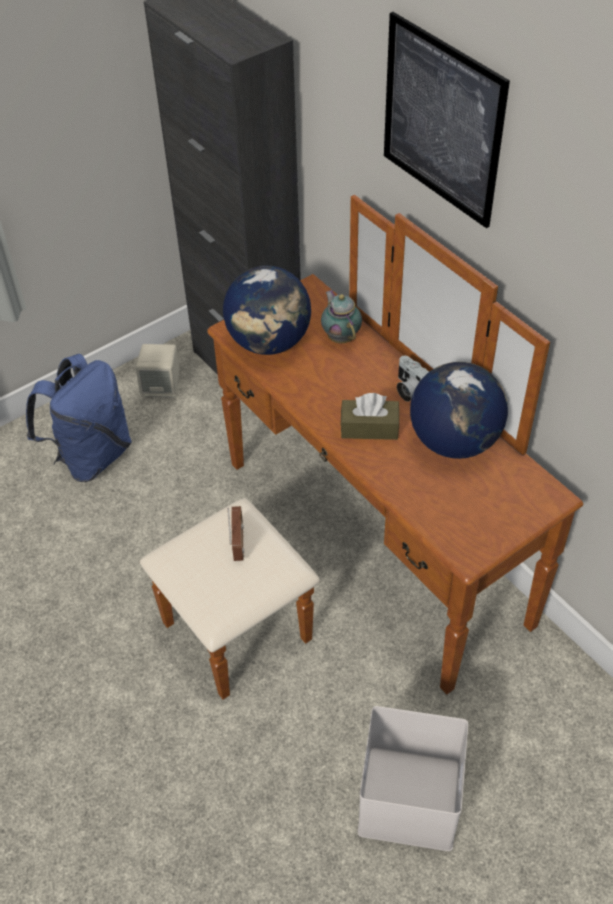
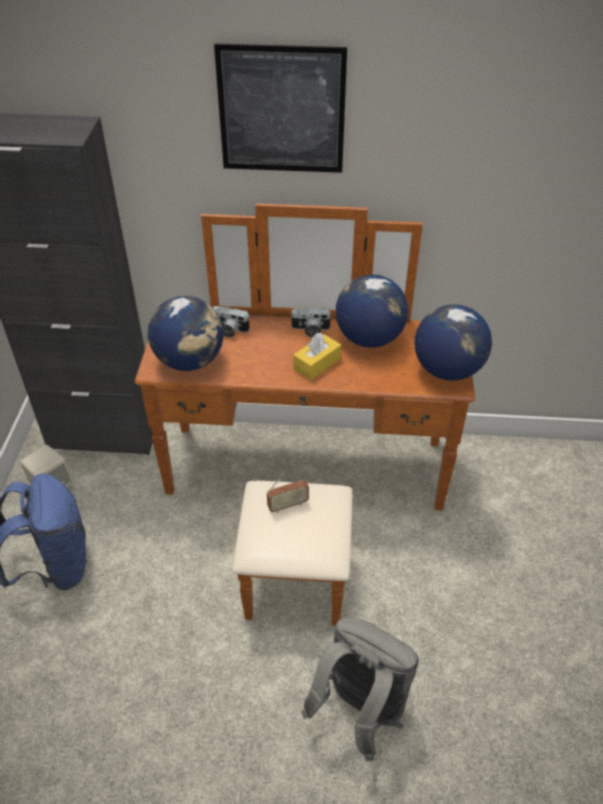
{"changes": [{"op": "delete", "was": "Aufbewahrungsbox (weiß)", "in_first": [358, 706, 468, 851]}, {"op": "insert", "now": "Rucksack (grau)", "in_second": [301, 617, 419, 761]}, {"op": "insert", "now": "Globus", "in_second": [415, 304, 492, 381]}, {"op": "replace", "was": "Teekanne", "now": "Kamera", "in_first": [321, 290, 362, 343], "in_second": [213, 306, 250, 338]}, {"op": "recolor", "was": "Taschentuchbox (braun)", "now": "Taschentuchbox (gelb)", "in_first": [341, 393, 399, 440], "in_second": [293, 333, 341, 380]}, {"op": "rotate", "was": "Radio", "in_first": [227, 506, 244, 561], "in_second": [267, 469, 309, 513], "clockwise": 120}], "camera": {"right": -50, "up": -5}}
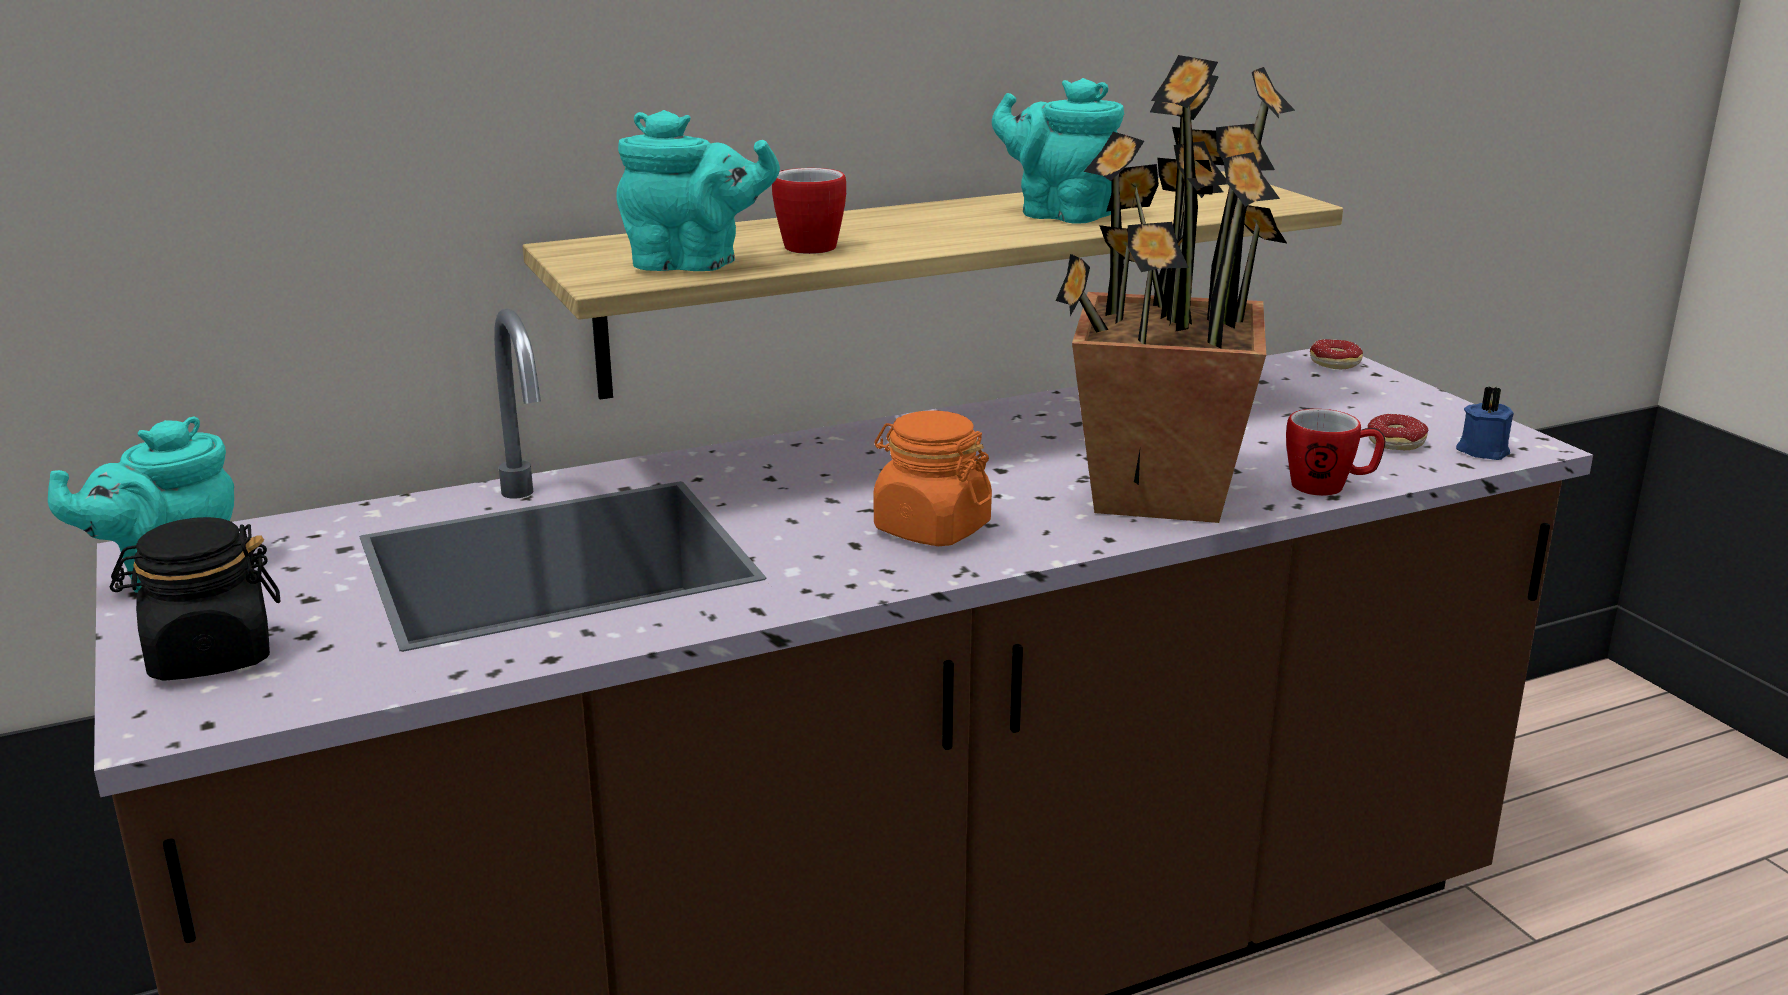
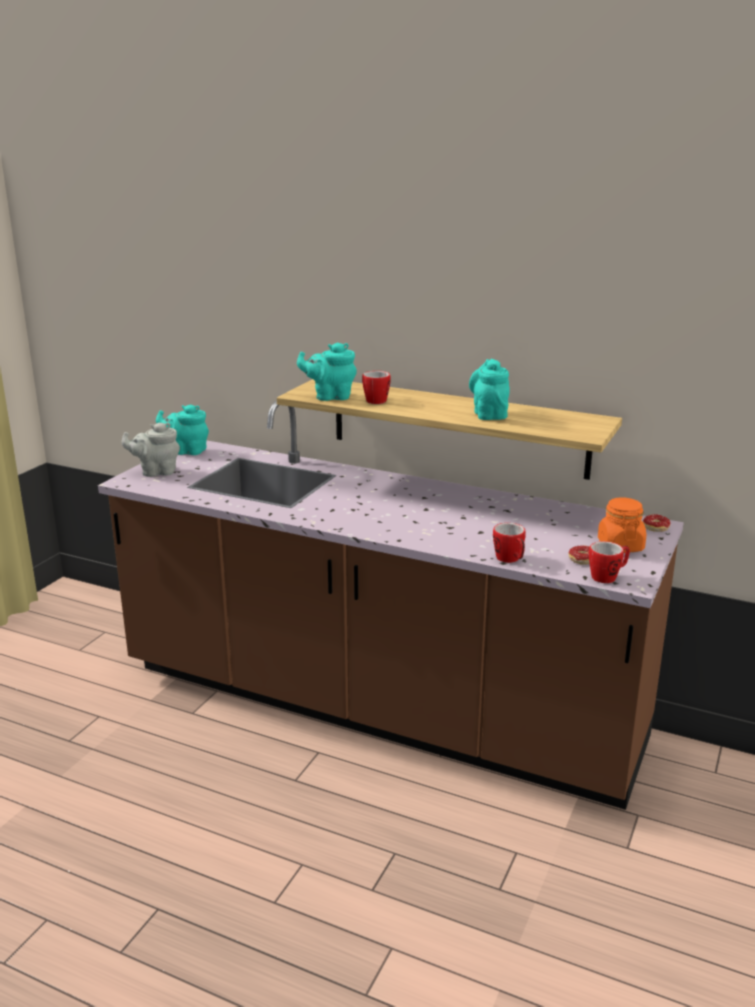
{"changes": [{"op": "delete", "was": "Topfpflanze", "in_first": [1055, 55, 1295, 523]}, {"op": "move", "was": "Vorratsglas (orange)", "in_first": [873, 411, 992, 546], "in_second": [598, 497, 646, 553]}, {"op": "replace", "was": "Vorratsglas (schwarz)", "now": "Teekanne (grau)", "in_first": [109, 517, 280, 681], "in_second": [121, 422, 180, 477]}, {"op": "replace", "was": "Kerze (blau)", "now": "Henkelbecher", "in_first": [1456, 387, 1514, 460], "in_second": [589, 541, 630, 583]}, {"op": "rotate", "was": "Teekanne (türkis)", "in_first": [616, 110, 780, 271], "in_second": [297, 342, 357, 401], "clockwise": 120}], "camera": {"right": 50, "up": 0}}
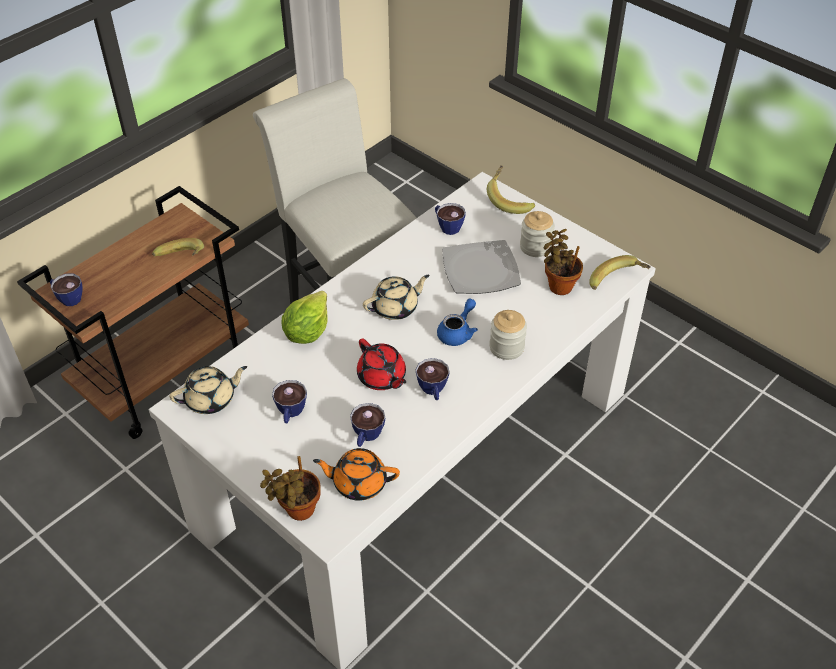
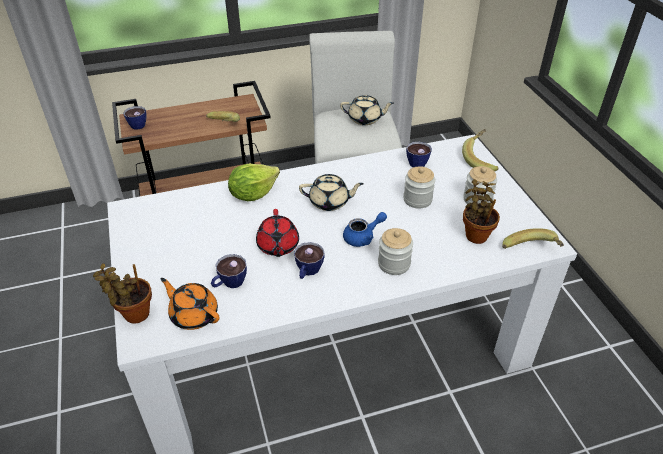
{"changes": [{"op": "delete", "was": "Tasse", "in_first": [272, 380, 307, 423]}, {"op": "move", "was": "Teekanne (beige)", "in_first": [170, 366, 247, 414], "in_second": [340, 95, 394, 125]}, {"op": "replace", "was": "Teller", "now": "Vorratsglas", "in_first": [442, 240, 521, 294], "in_second": [403, 166, 435, 209]}], "camera": {"right": 30, "up": -5}}
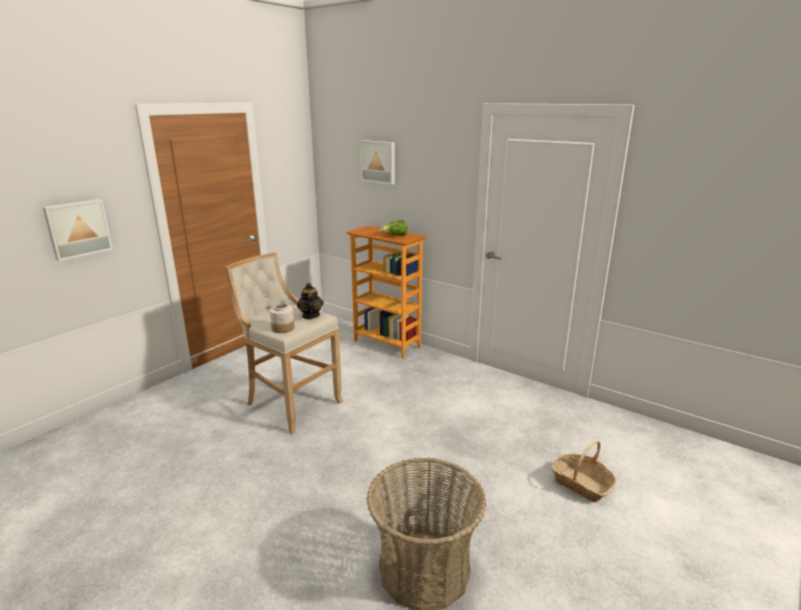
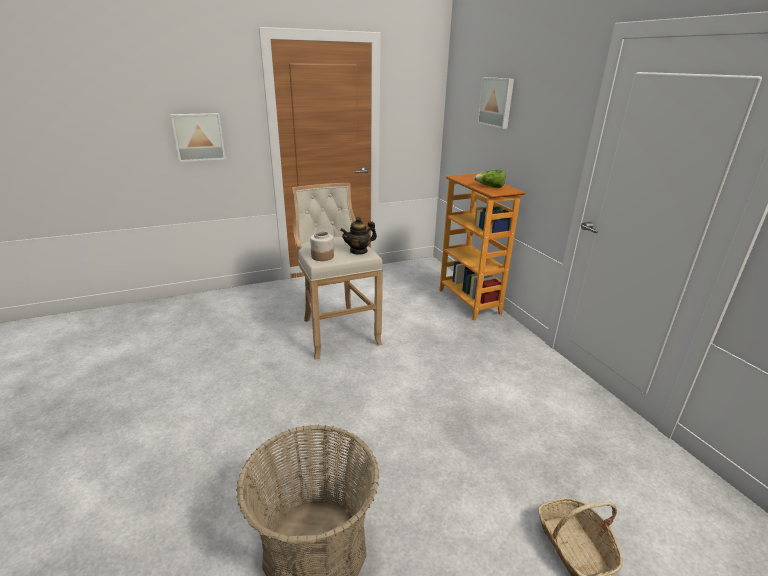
{"changes": [{"op": "rotate", "was": "Teekanne", "in_first": [297, 283, 324, 319], "in_second": [340, 217, 377, 255], "clockwise": -135}], "camera": {"right": 30, "up": 5}}
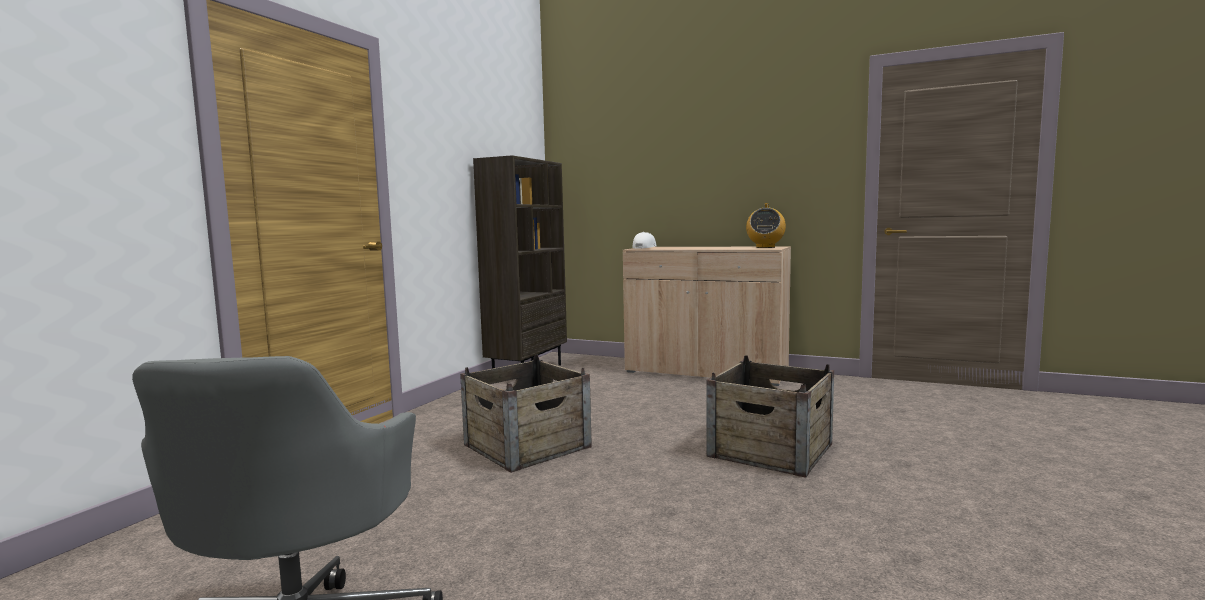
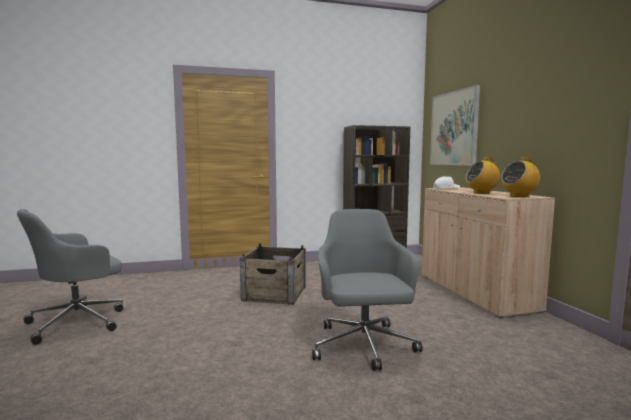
{"changes": [{"op": "insert", "now": "Bild", "in_second": [430, 85, 480, 165]}, {"op": "insert", "now": "Radio", "in_second": [466, 157, 500, 194]}, {"op": "replace", "was": "Kiste", "now": "Bürostuhl (grau)", "in_first": [707, 355, 834, 478], "in_second": [312, 209, 423, 371]}], "camera": {"right": 50, "up": 0}}
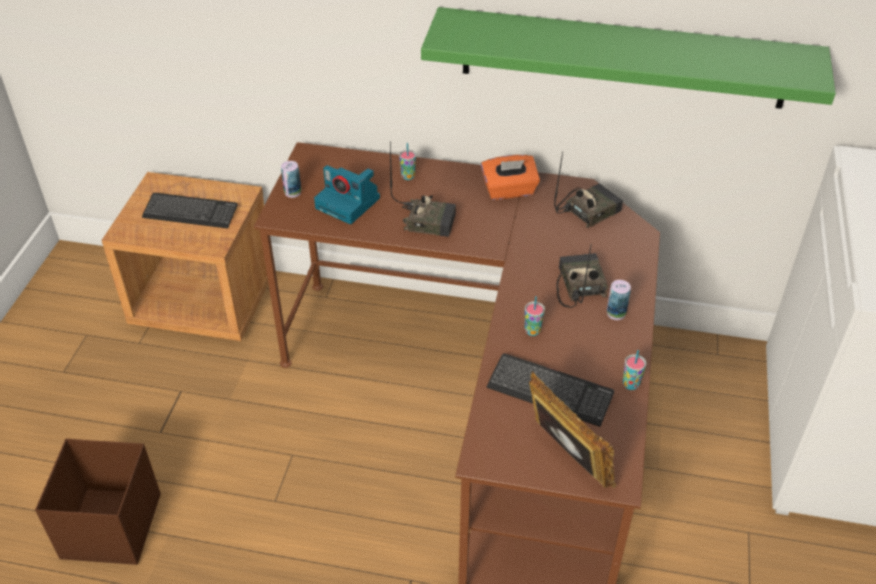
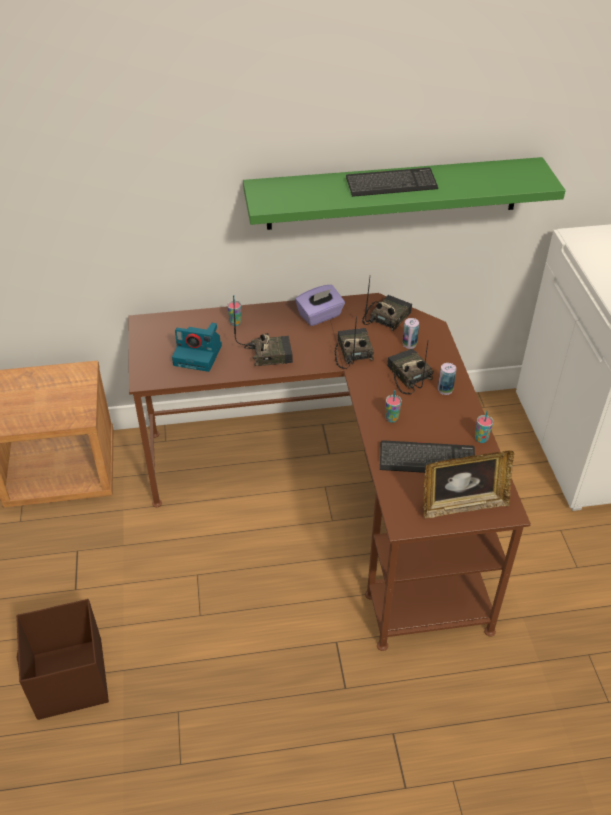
{"changes": [{"op": "insert", "now": "Radio", "in_second": [335, 316, 374, 369]}, {"op": "move", "was": "Tastatur", "in_first": [142, 193, 238, 229], "in_second": [346, 168, 438, 197]}, {"op": "move", "was": "Dose", "in_first": [281, 161, 301, 198], "in_second": [402, 318, 419, 349]}, {"op": "recolor", "was": "Taschentuchbox (orange)", "now": "Taschentuchbox (lila)", "in_first": [481, 155, 540, 200], "in_second": [295, 285, 345, 326]}, {"op": "rotate", "was": "Bilderrahmen", "in_first": [529, 371, 616, 488], "in_second": [423, 451, 514, 519], "clockwise": 135}], "camera": {"right": -20, "up": 0}}
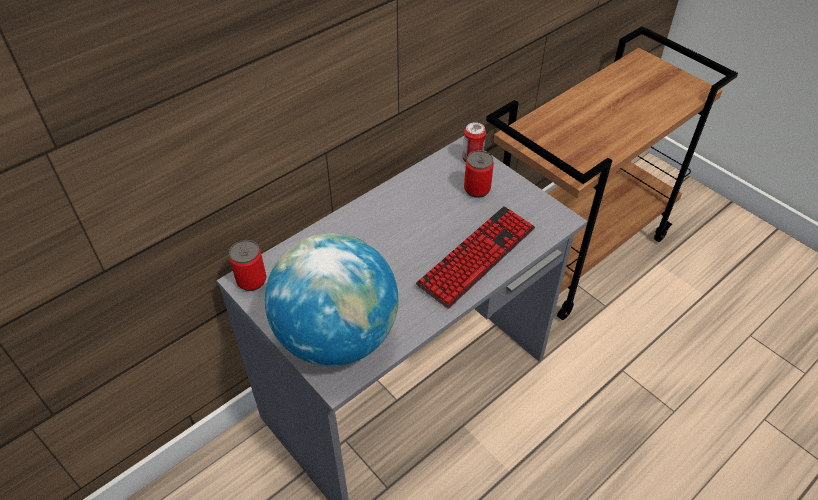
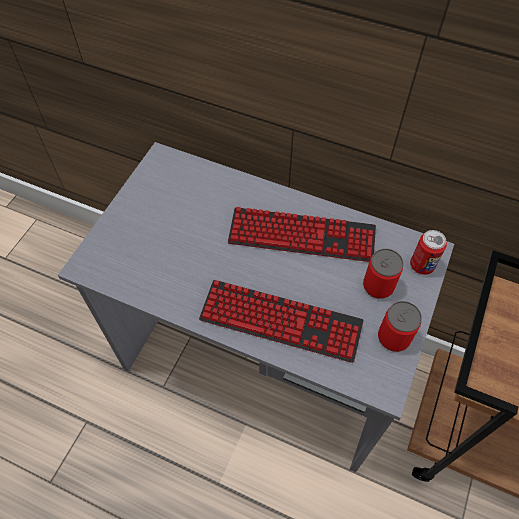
{"changes": [{"op": "delete", "was": "Globus", "in_first": [265, 233, 398, 366]}, {"op": "insert", "now": "Tastatur", "in_second": [228, 207, 376, 262]}, {"op": "move", "was": "Dose", "in_first": [229, 240, 266, 291], "in_second": [378, 301, 422, 352]}], "camera": {"right": 65, "up": 10}}
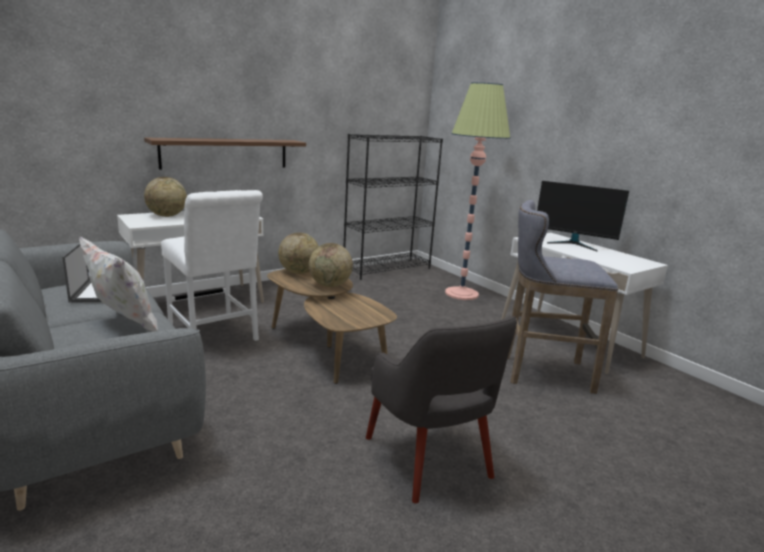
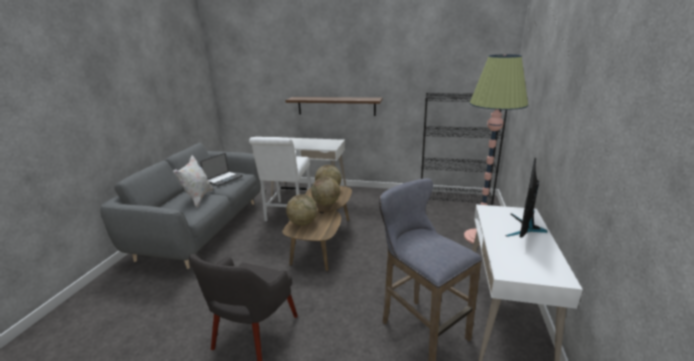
{"changes": [{"op": "move", "was": "Globus", "in_first": [144, 177, 187, 217], "in_second": [286, 194, 317, 226]}, {"op": "rotate", "was": "Monitor", "in_first": [537, 181, 629, 251], "in_second": [505, 158, 547, 238], "clockwise": 45}], "camera": {"right": 50, "up": 5}}
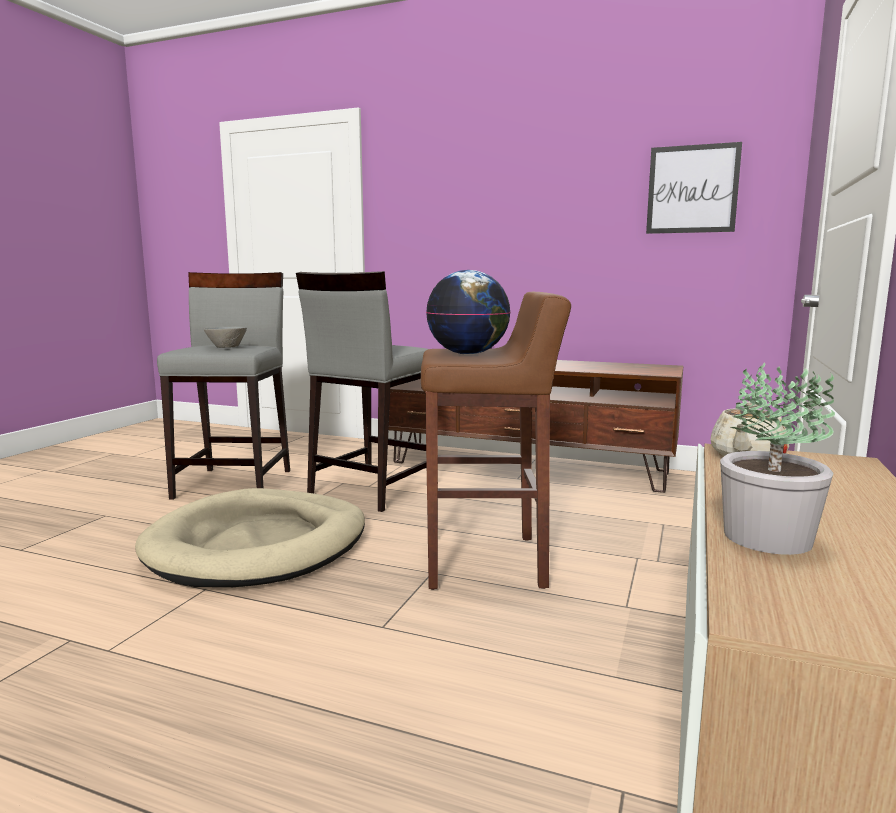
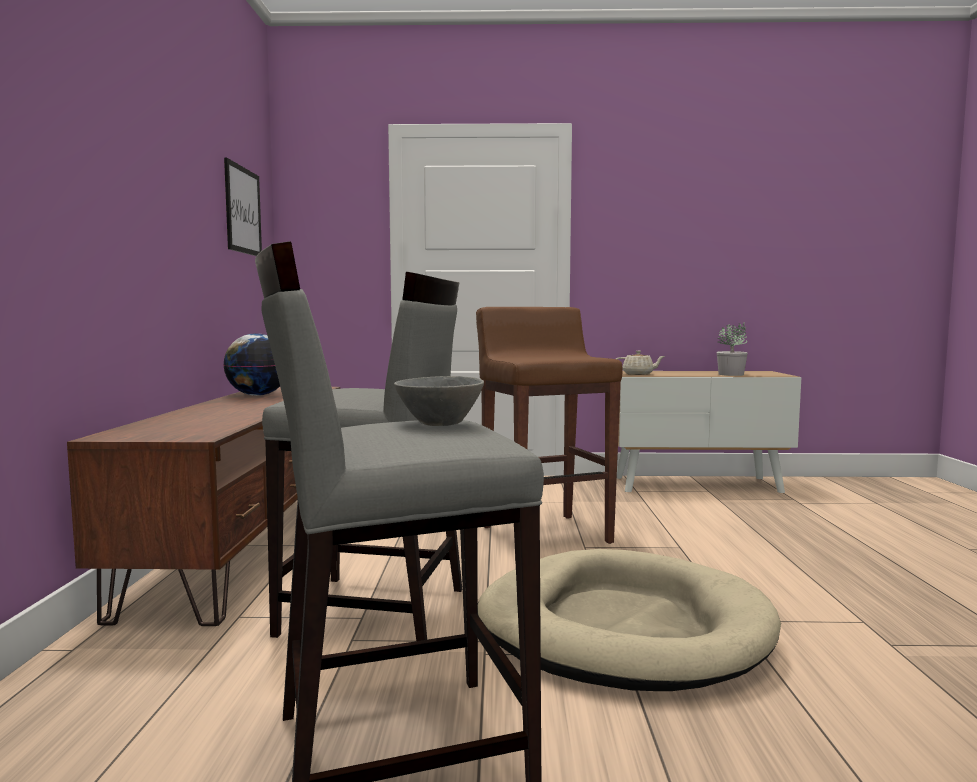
{"changes": [{"op": "move", "was": "Globus", "in_first": [426, 270, 511, 355], "in_second": [223, 333, 280, 396]}], "camera": {"right": -110, "up": -5}}
